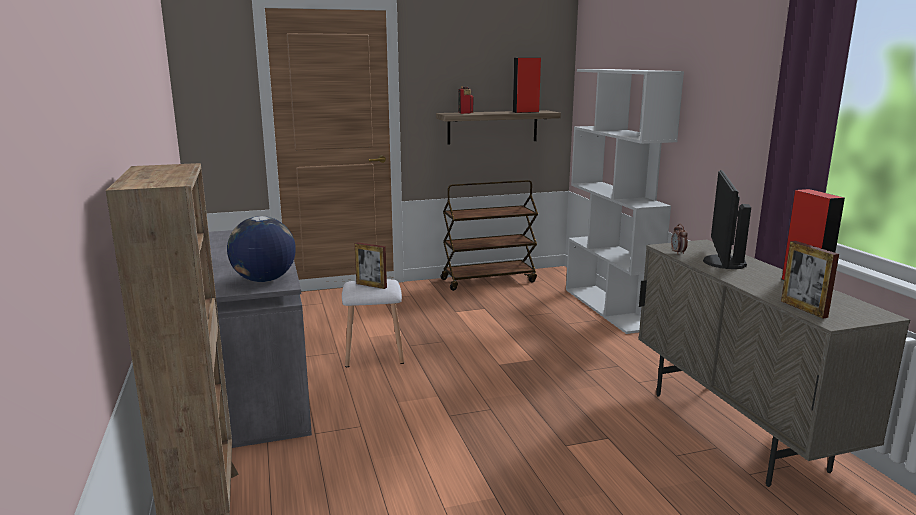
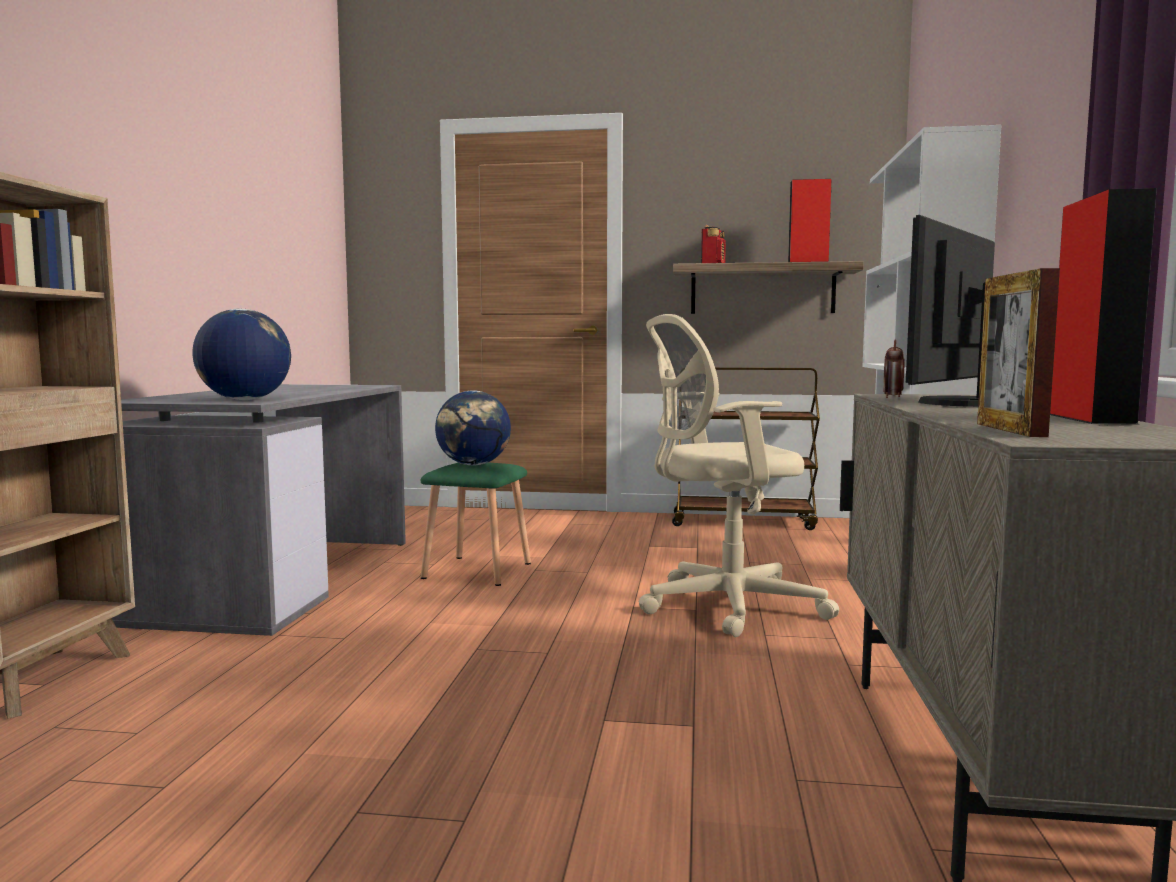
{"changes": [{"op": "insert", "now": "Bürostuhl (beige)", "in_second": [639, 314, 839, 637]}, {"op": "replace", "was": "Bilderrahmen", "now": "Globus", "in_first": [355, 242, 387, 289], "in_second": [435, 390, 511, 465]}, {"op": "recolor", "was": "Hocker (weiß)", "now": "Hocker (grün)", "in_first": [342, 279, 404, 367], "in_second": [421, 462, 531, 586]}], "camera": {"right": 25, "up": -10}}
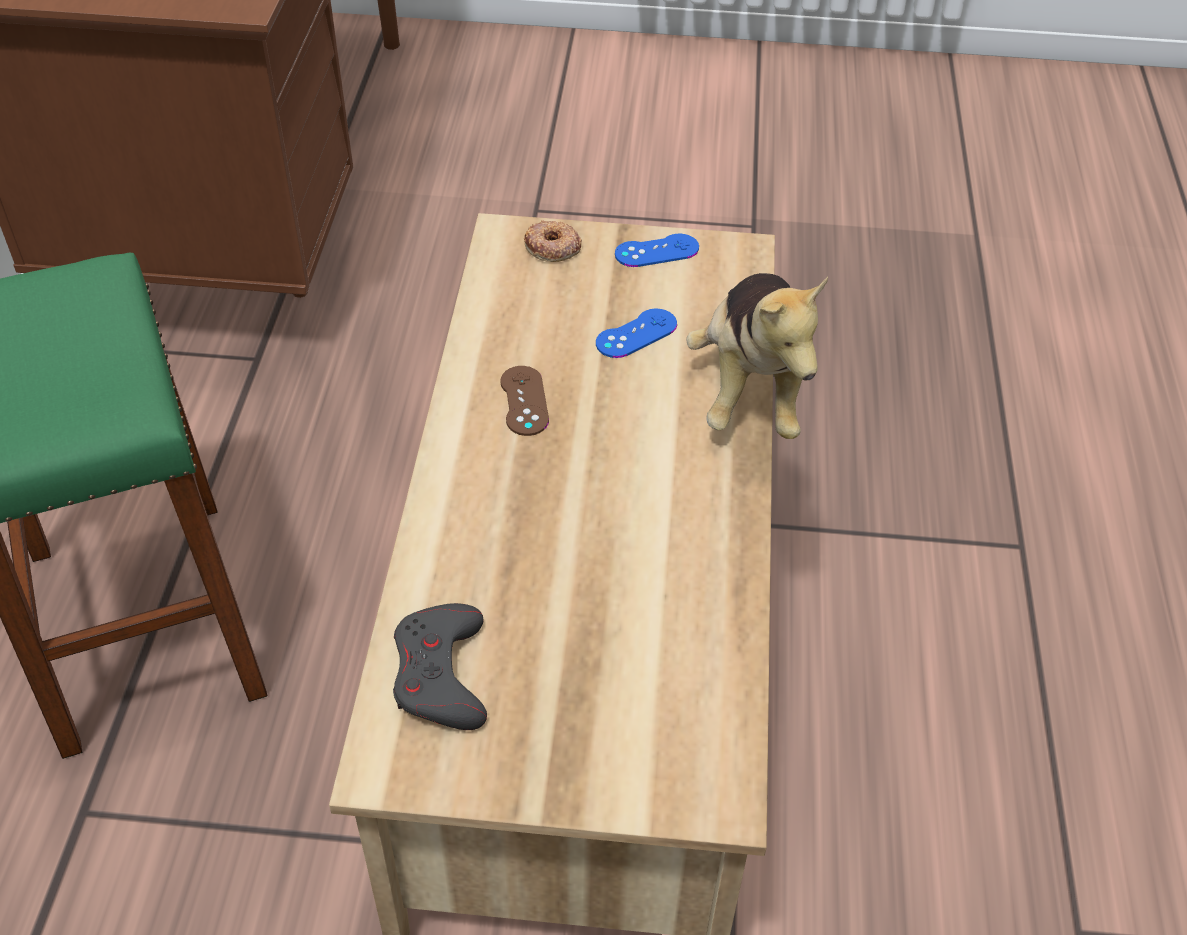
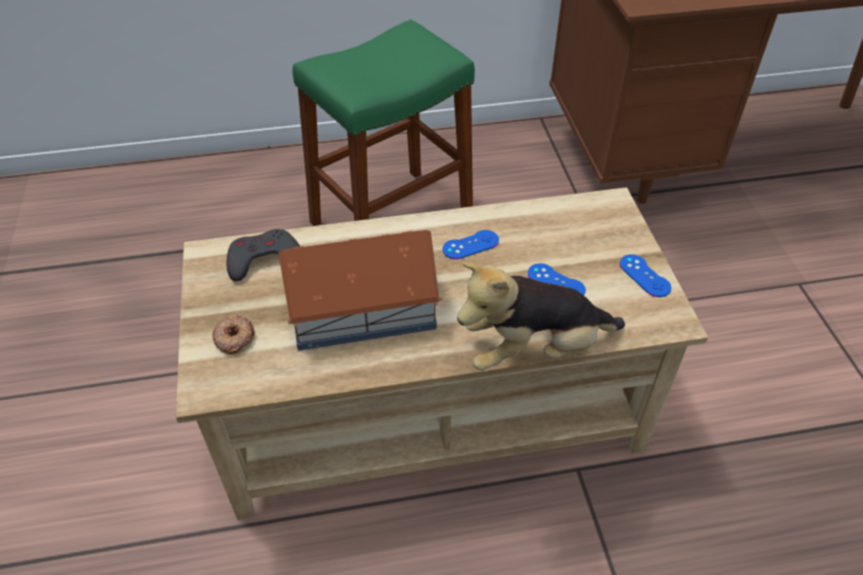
{"changes": [{"op": "insert", "now": "Spielzeughaus", "in_second": [278, 230, 443, 351]}, {"op": "move", "was": "Donut", "in_first": [524, 220, 582, 262], "in_second": [212, 315, 254, 355]}, {"op": "recolor", "was": "Gamepad (braun)", "now": "Gamepad (blau)", "in_first": [500, 366, 549, 436], "in_second": [443, 230, 499, 259]}], "camera": {"right": 75, "up": 0}}
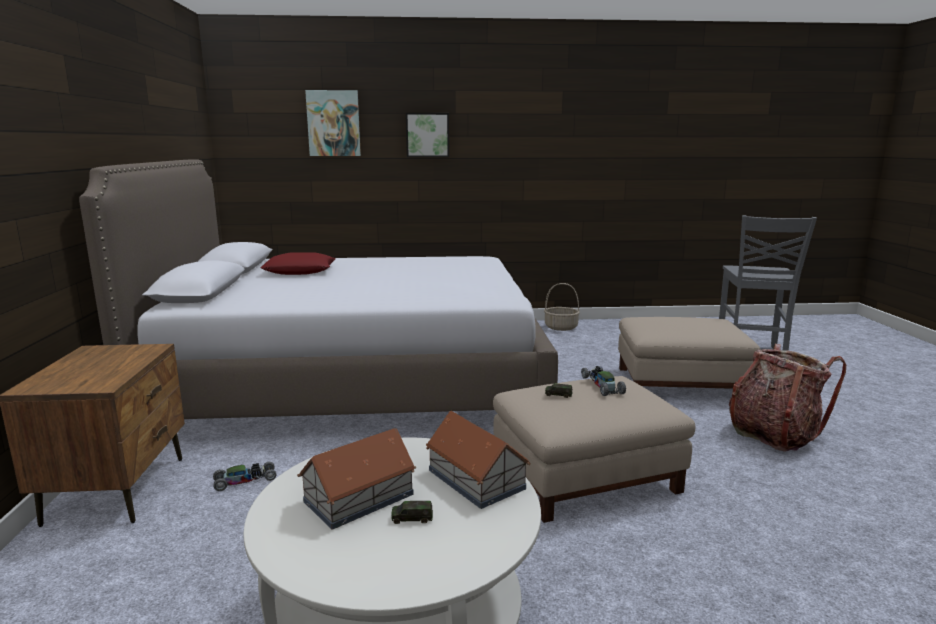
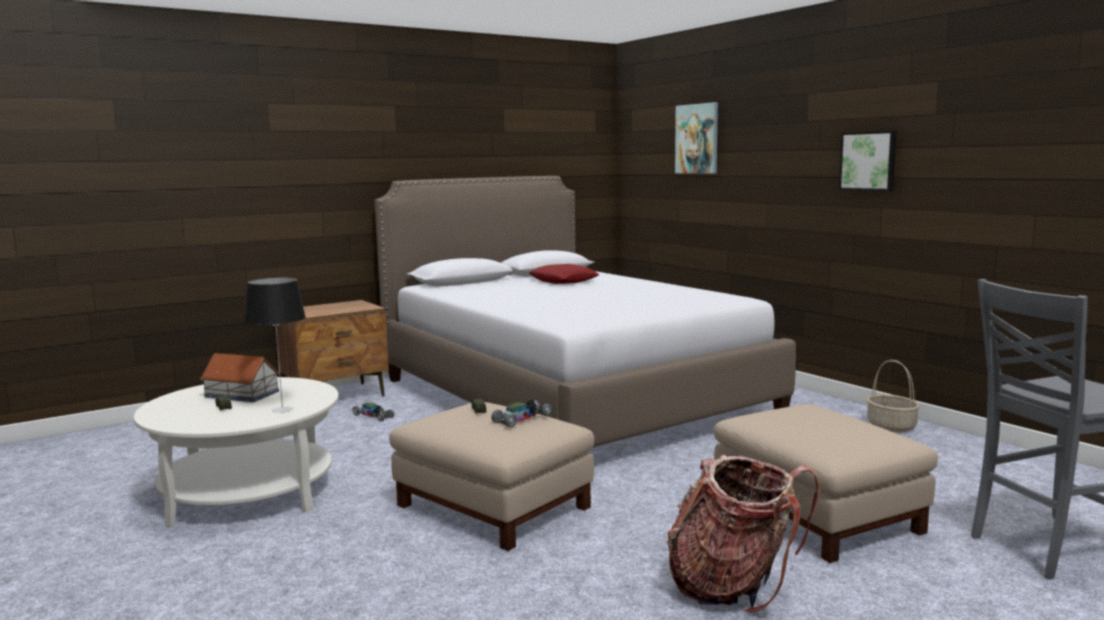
{"changes": [{"op": "move", "was": "Bild", "in_first": [406, 113, 449, 157], "in_second": [839, 131, 897, 191]}, {"op": "replace", "was": "Spielzeughaus", "now": "Tischlampe", "in_first": [426, 411, 531, 509], "in_second": [244, 277, 306, 413]}], "camera": {"right": 60, "up": -5}}
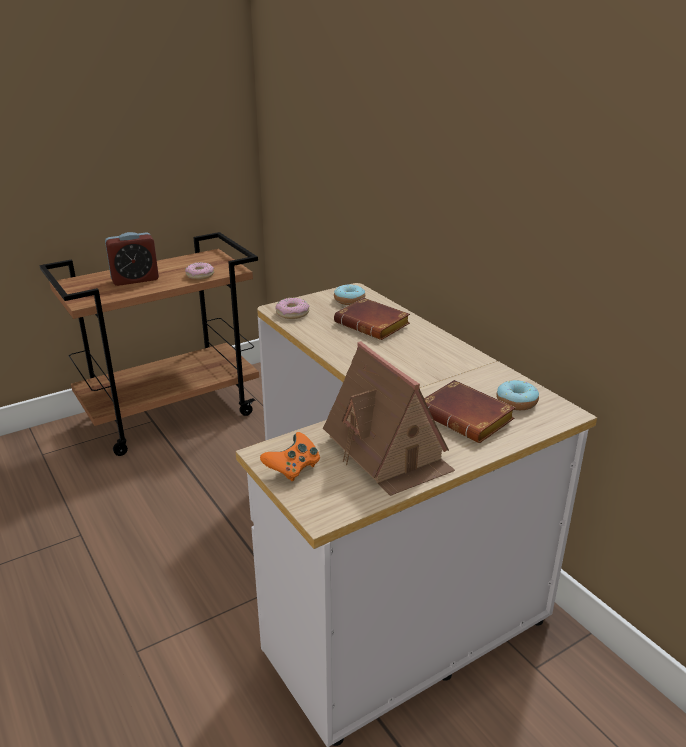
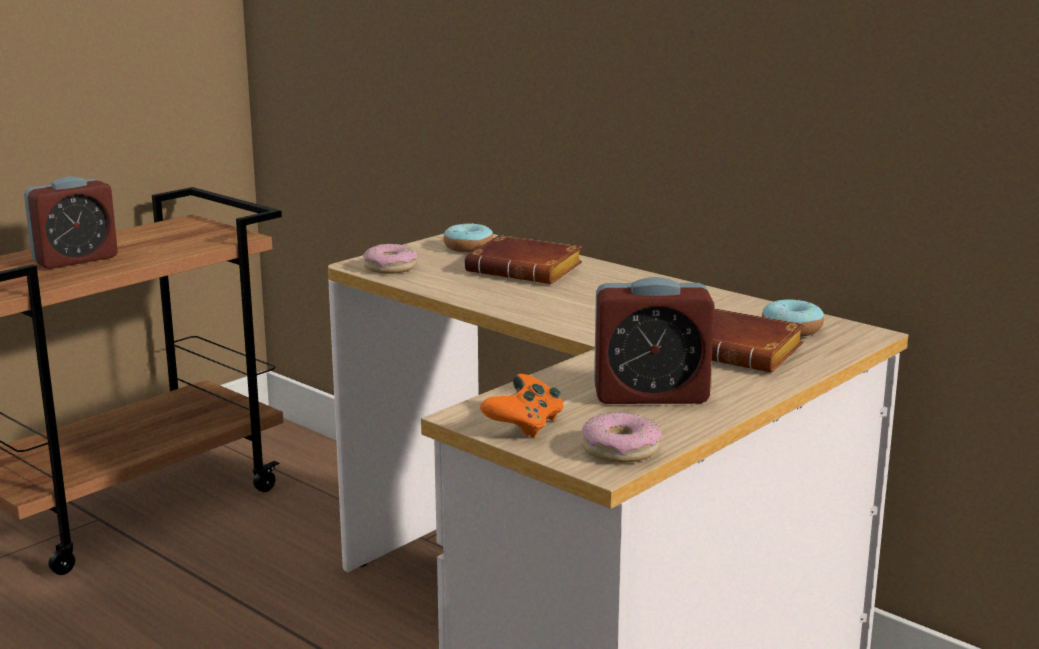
{"changes": [{"op": "move", "was": "Donut", "in_first": [185, 262, 214, 279], "in_second": [582, 412, 662, 463]}, {"op": "replace", "was": "Spielzeughaus", "now": "Wecker", "in_first": [323, 341, 455, 496], "in_second": [594, 277, 715, 404]}], "camera": {"right": -15, "up": -10}}
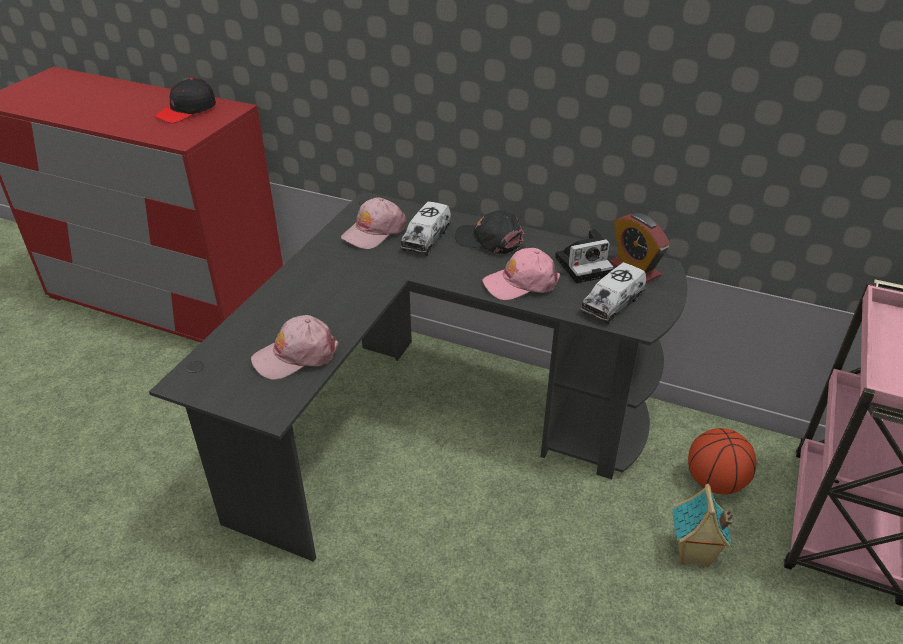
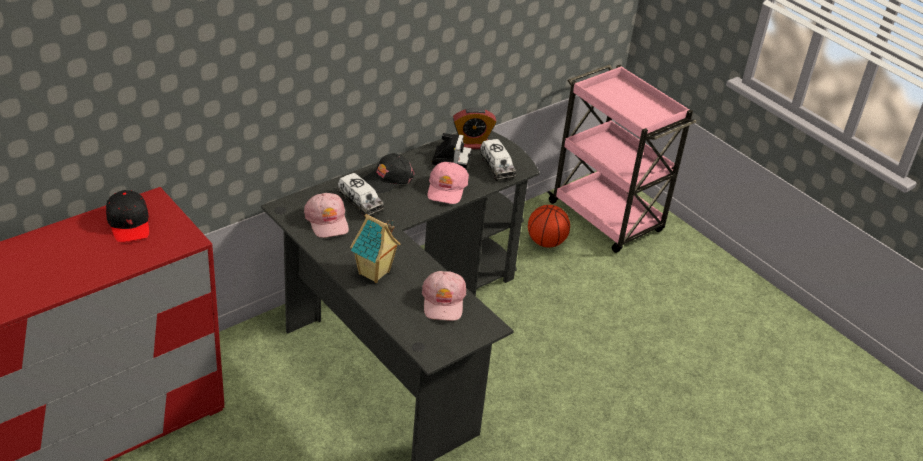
{"changes": [{"op": "move", "was": "Spielzeughaus", "in_first": [672, 484, 733, 568], "in_second": [350, 214, 400, 283]}], "camera": {"right": -65, "up": 0}}
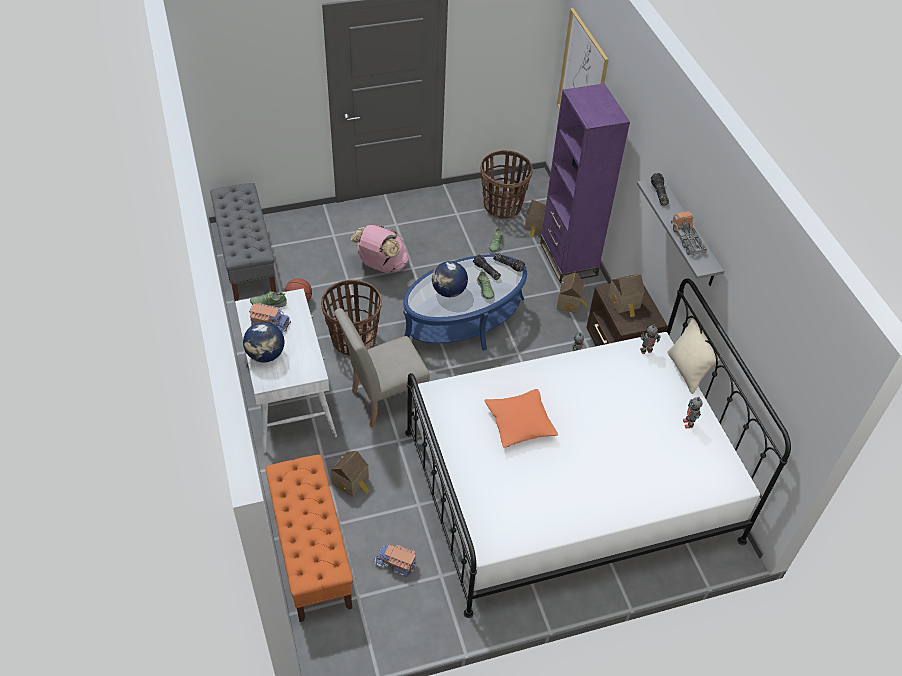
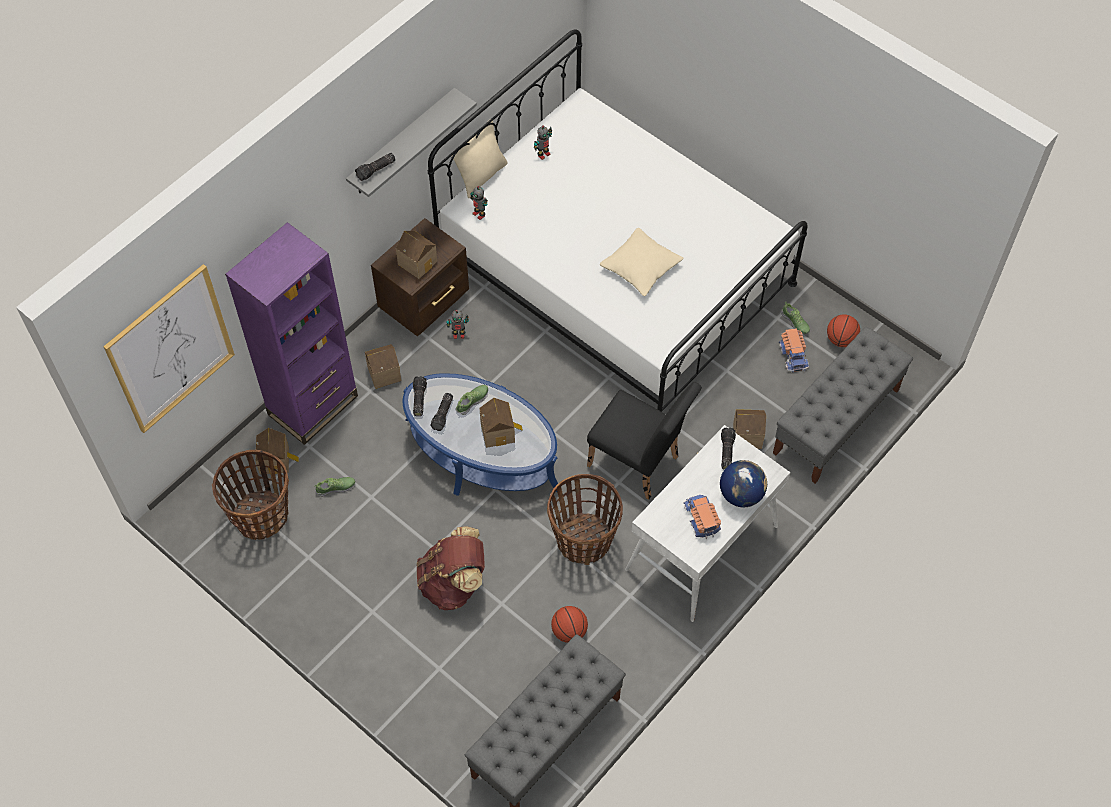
{"changes": [{"op": "delete", "was": "Spielzeuglaster", "in_first": [671, 211, 707, 255]}, {"op": "insert", "now": "Taschenlampe", "in_second": [721, 427, 736, 470]}, {"op": "insert", "now": "Basketball", "in_second": [827, 314, 860, 347]}, {"op": "move", "was": "Schuh", "in_first": [250, 291, 287, 307], "in_second": [781, 302, 810, 334]}, {"op": "replace", "was": "Globus", "now": "Spielzeughaus", "in_first": [432, 261, 468, 297], "in_second": [479, 398, 523, 448]}, {"op": "recolor", "was": "Bank (orange)", "now": "Bank (grau)", "in_first": [265, 454, 353, 622], "in_second": [773, 327, 913, 484]}, {"op": "recolor", "was": "Stuhl (beige)", "now": "Stuhl (schwarz)", "in_first": [334, 308, 430, 428], "in_second": [587, 382, 702, 500]}, {"op": "recolor", "was": "Rucksack (rosa)", "now": "Rucksack (braun)", "in_first": [351, 224, 409, 273], "in_second": [417, 527, 485, 610]}, {"op": "recolor", "was": "Kissen (orange)", "now": "Kissen (beige)", "in_first": [484, 389, 558, 448], "in_second": [600, 228, 683, 296]}], "camera": {"right": -120, "up": 10}}
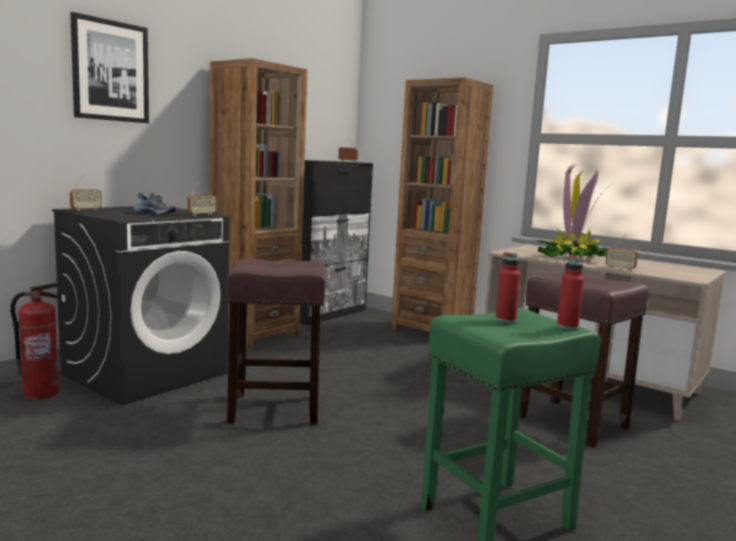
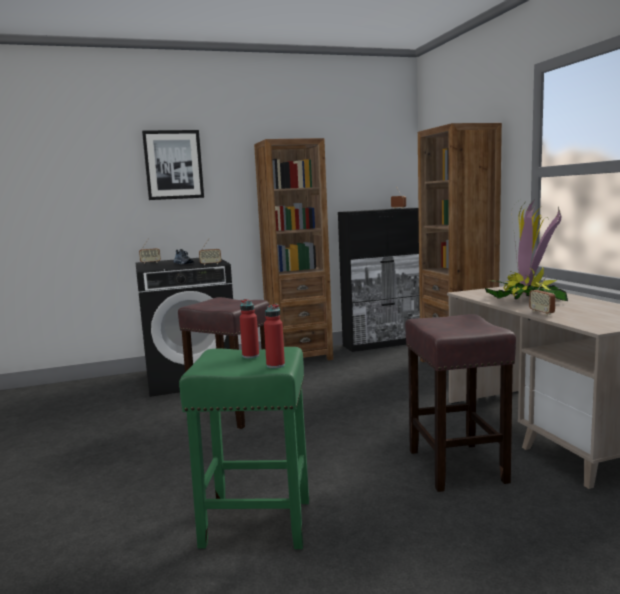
{"changes": [{"op": "delete", "was": "Feuerlöscher", "in_first": [10, 283, 61, 400]}], "camera": {"right": 35, "up": 0}}
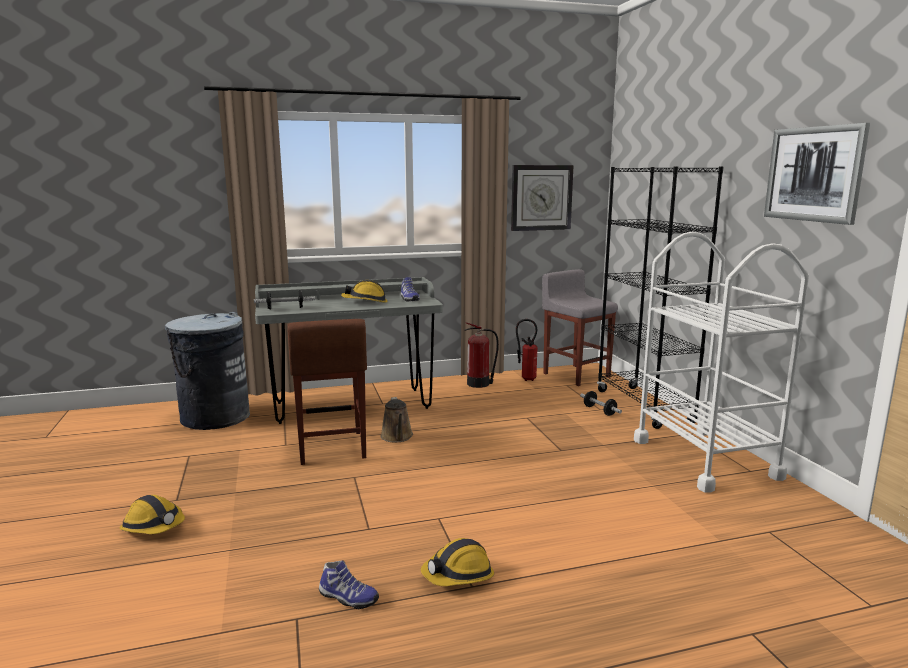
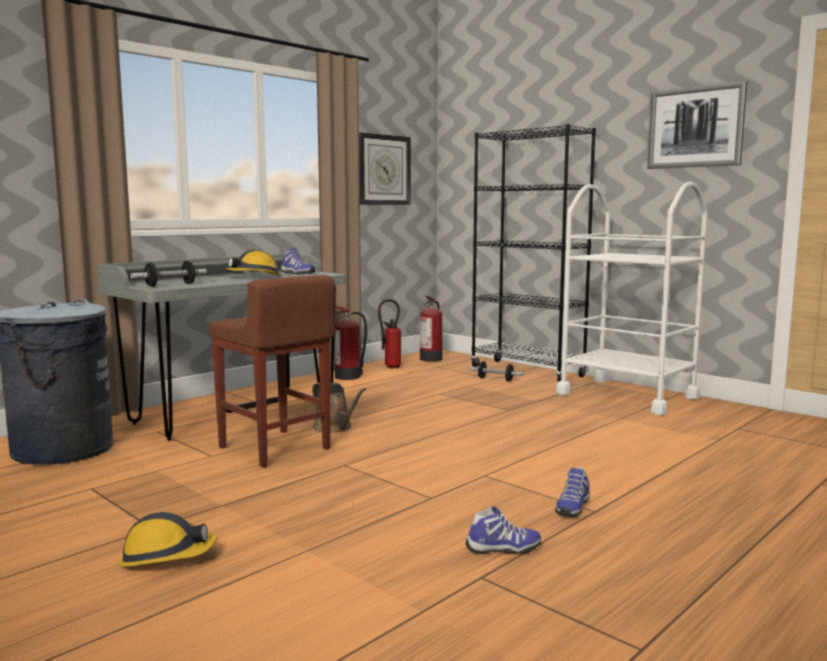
{"changes": [{"op": "replace", "was": "Schutzhelm", "now": "Schuh", "in_first": [421, 538, 494, 586], "in_second": [555, 467, 590, 517]}, {"op": "replace", "was": "Hocker (grau)", "now": "Feuerlöscher", "in_first": [542, 269, 618, 386], "in_second": [420, 296, 443, 362]}], "camera": {"right": -30, "up": -5}}
